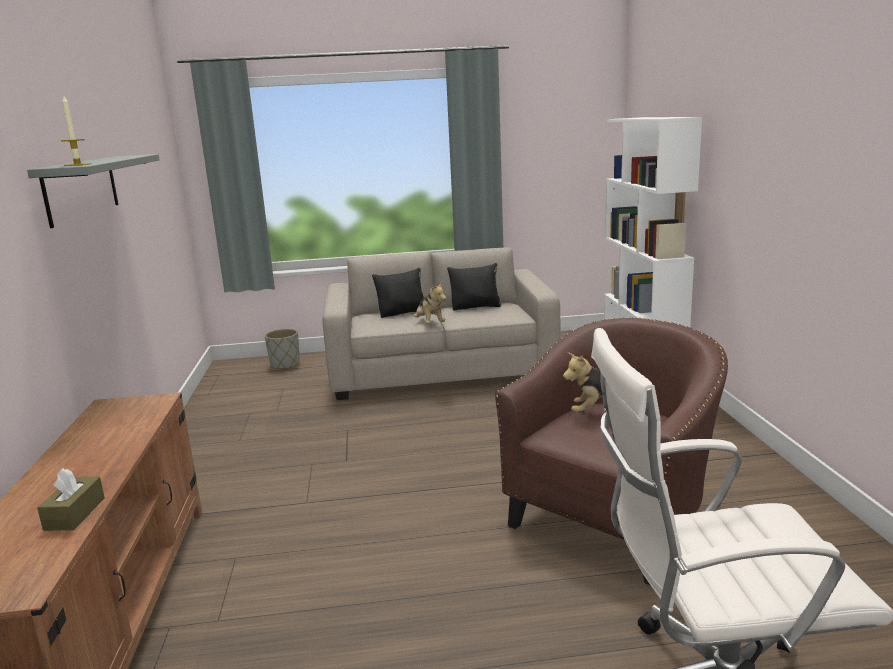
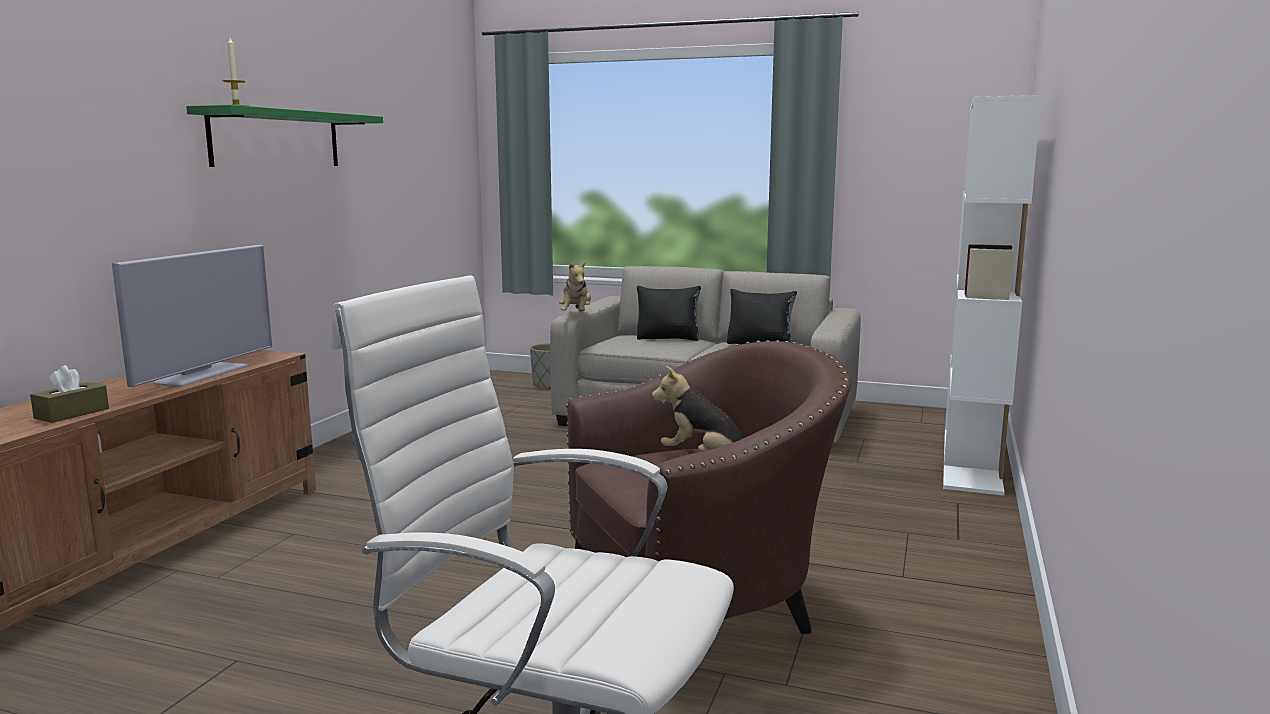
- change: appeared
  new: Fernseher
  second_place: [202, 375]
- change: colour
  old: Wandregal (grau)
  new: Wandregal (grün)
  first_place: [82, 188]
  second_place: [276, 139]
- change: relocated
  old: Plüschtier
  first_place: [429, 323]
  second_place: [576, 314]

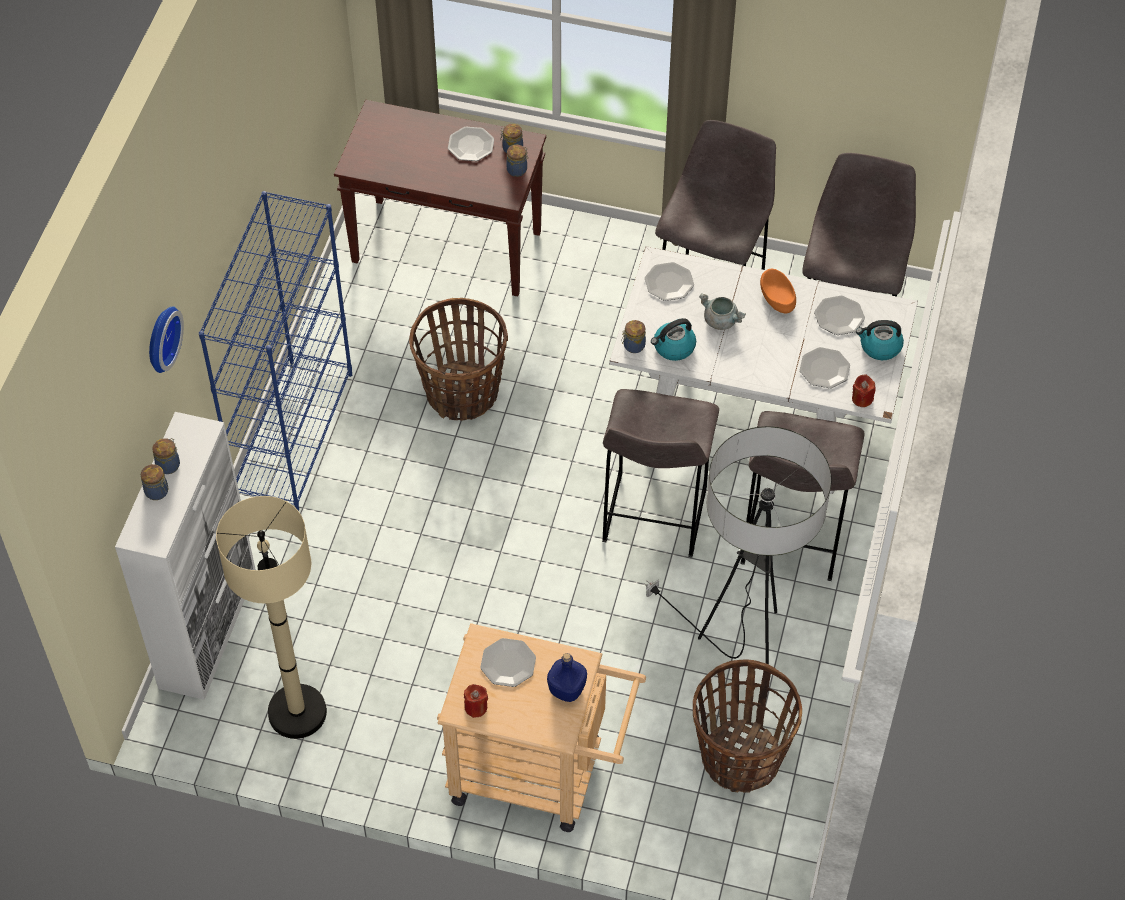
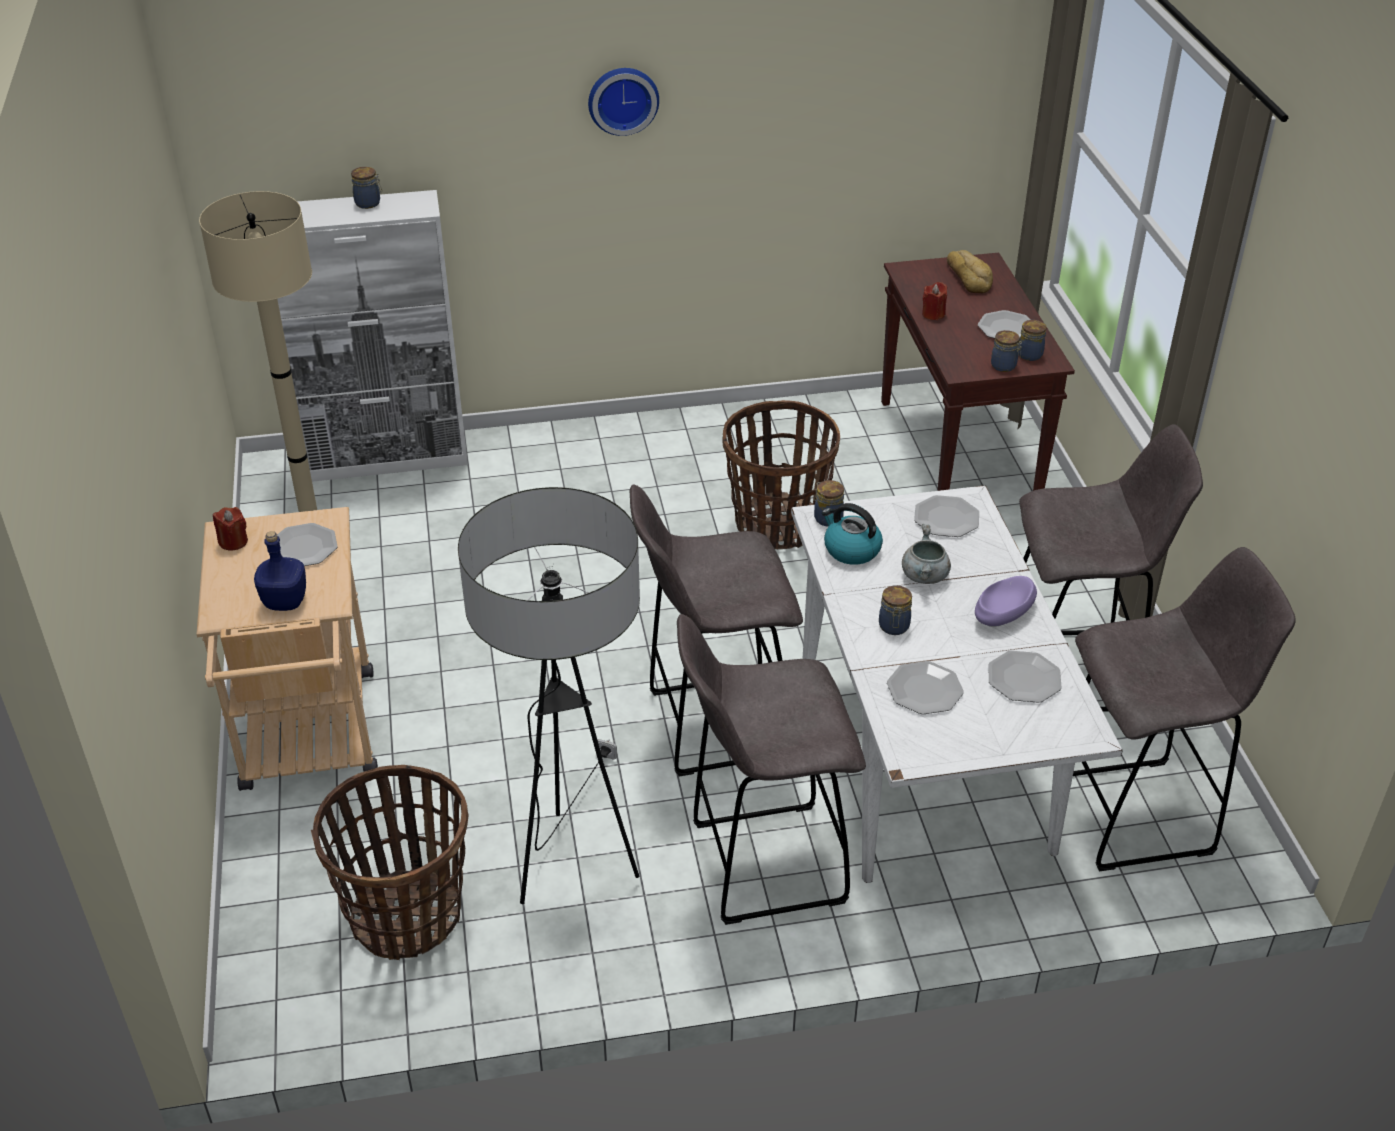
- change: relocated
  old: Wanduhr
  first_place: [160, 338]
  second_place: [622, 99]
- change: relocated
  old: Vorratsglas
  first_place: [157, 492]
  second_place: [894, 627]
- change: relocated
  old: Kerze (rot)
  first_place: [862, 398]
  second_place: [933, 314]
- change: appeared
  new: Brot
  second_place: [969, 277]
- change: colour
  old: Schüssel (orange)
  new: Schüssel (lila)
  first_place: [777, 298]
  second_place: [1003, 614]
- change: missing
  old: Bücherregal (blau)
  first_place: [294, 433]
- change: missing
  old: Wasserkessel
  first_place: [879, 347]

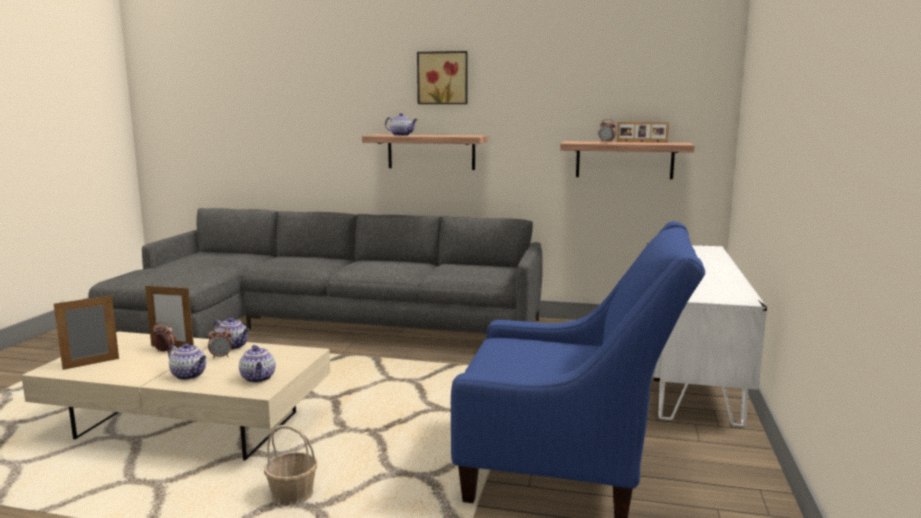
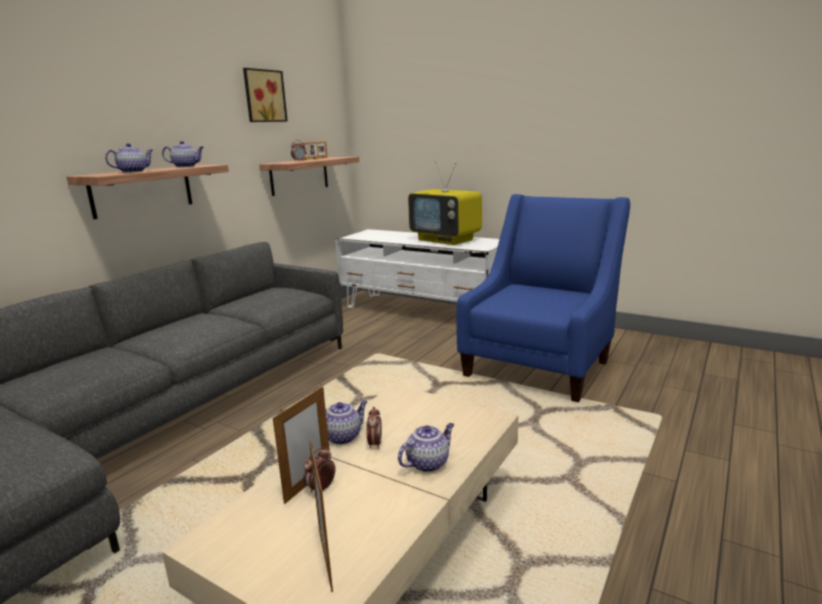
- change: relocated
  old: Teekanne
  first_place: [258, 378]
  second_place: [186, 166]
- change: relocated
  old: Bild
  first_place: [443, 78]
  second_place: [263, 96]
- change: appeared
  new: Fernseher
  second_place: [446, 240]
- change: missing
  old: Korb
  first_place: [292, 495]

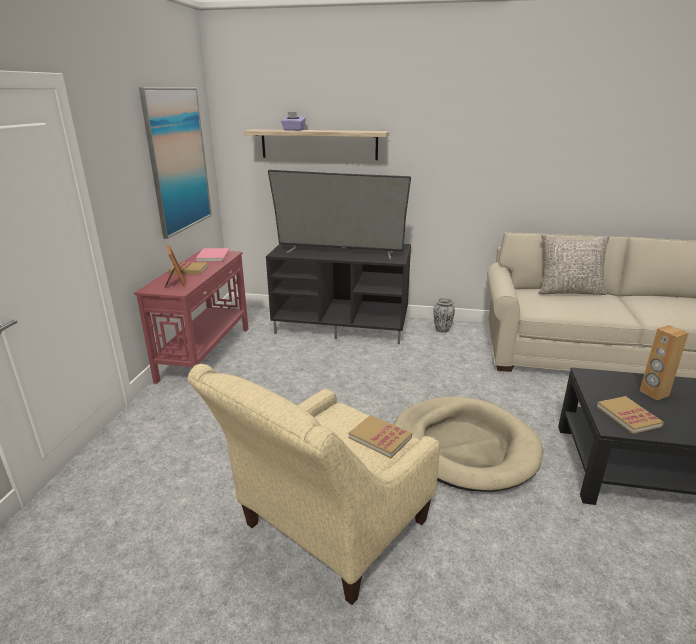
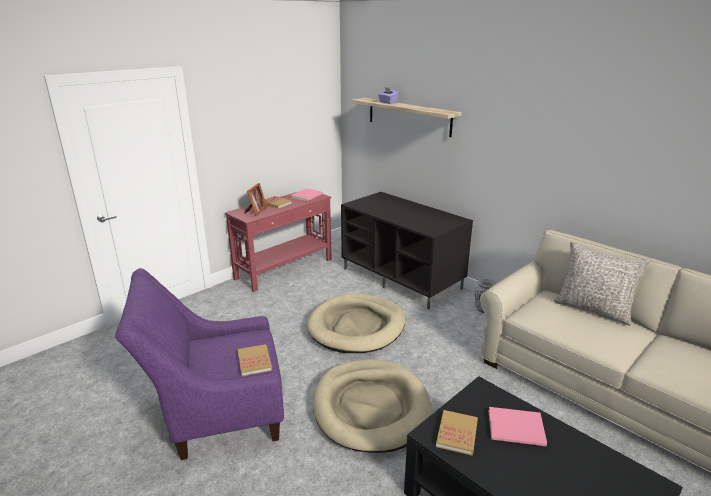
- change: colour
  old: Sessel (beige)
  new: Sessel (lila)
  first_place: [326, 531]
  second_place: [217, 414]
- change: appeared
  new: Hundebett (beige)
  second_place: [357, 326]
- change: exchanged
  old: Lautsprecher (braun)
  new: Buch (rosa)
  first_place: [653, 393]
  second_place: [518, 429]
- change: missing
  old: Bild
  first_place: [178, 160]
- change: missing
  old: Fernseher
  first_place: [339, 252]

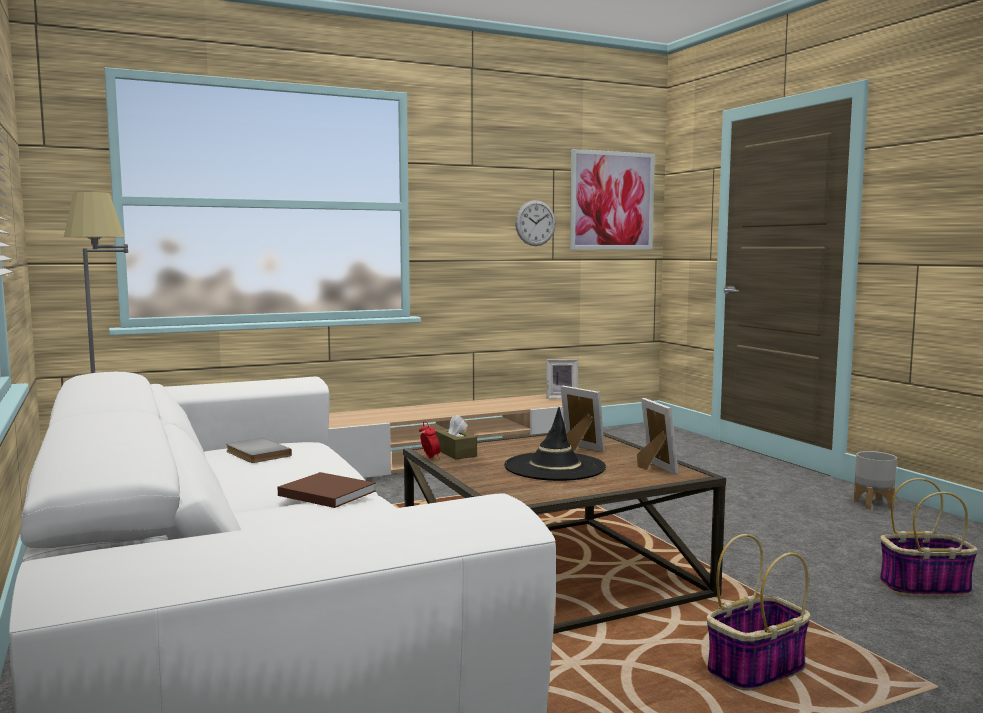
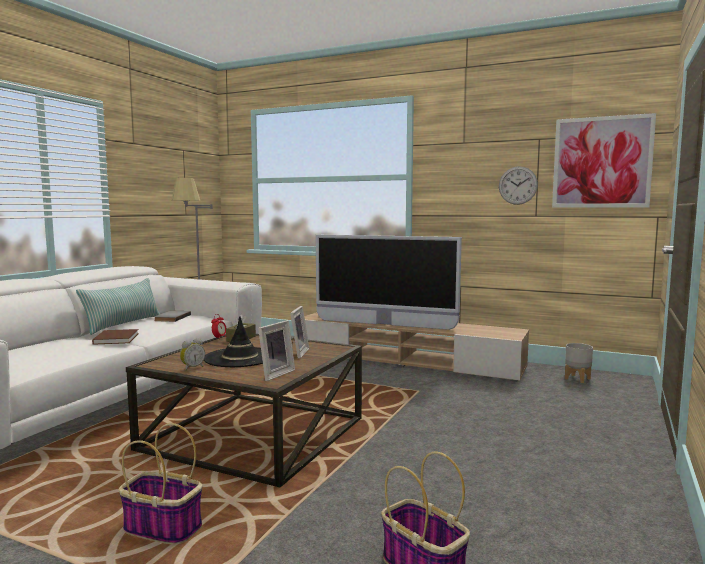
- change: appeared
  new: Kissen
  second_place: [123, 324]
- change: appeared
  new: Wecker
  second_place: [192, 368]
- change: appeared
  new: Fernseher
  second_place: [384, 324]
- change: relocated
  old: Pflanzkübel (grau)
  first_place: [874, 504]
  second_place: [578, 379]
- change: missing
  old: Bilderrahmen
  first_place: [561, 397]

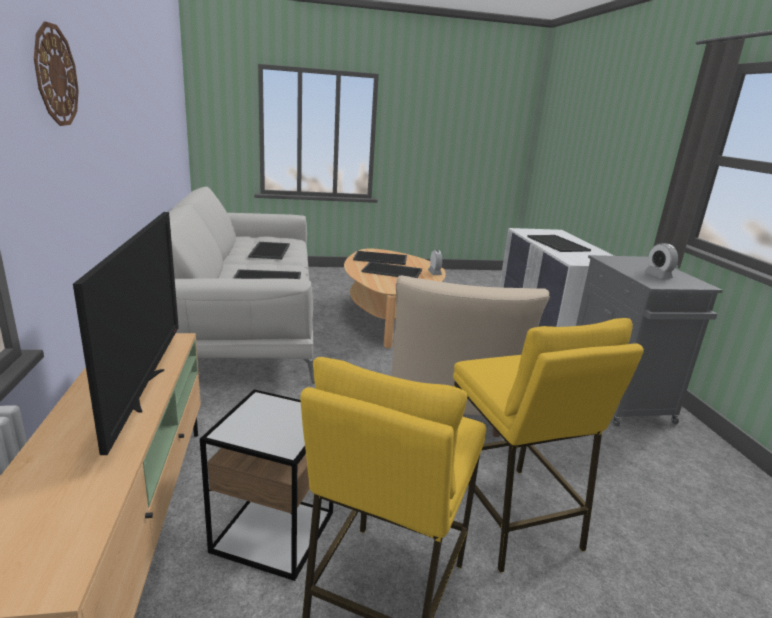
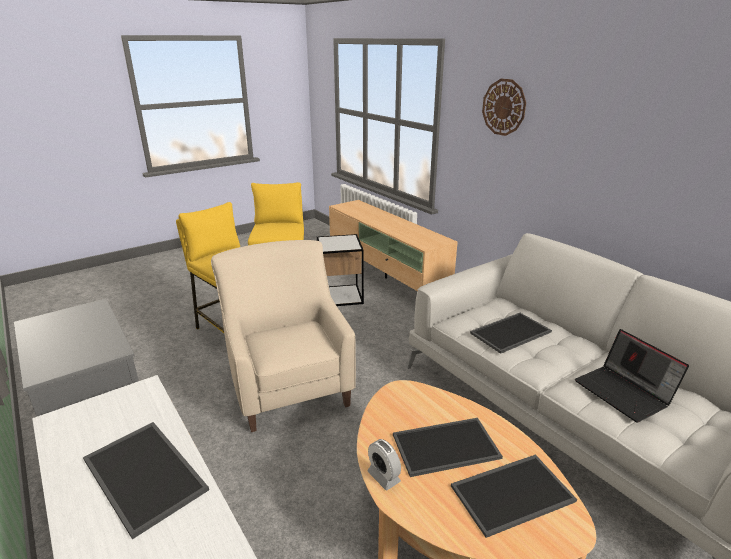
- change: exchanged
  old: Tablett
  new: Laptop
  first_place: [269, 250]
  second_place: [624, 393]
- change: missing
  old: Fernseher
  first_place: [143, 389]
- change: missing
  old: Wecker
  first_place: [658, 275]

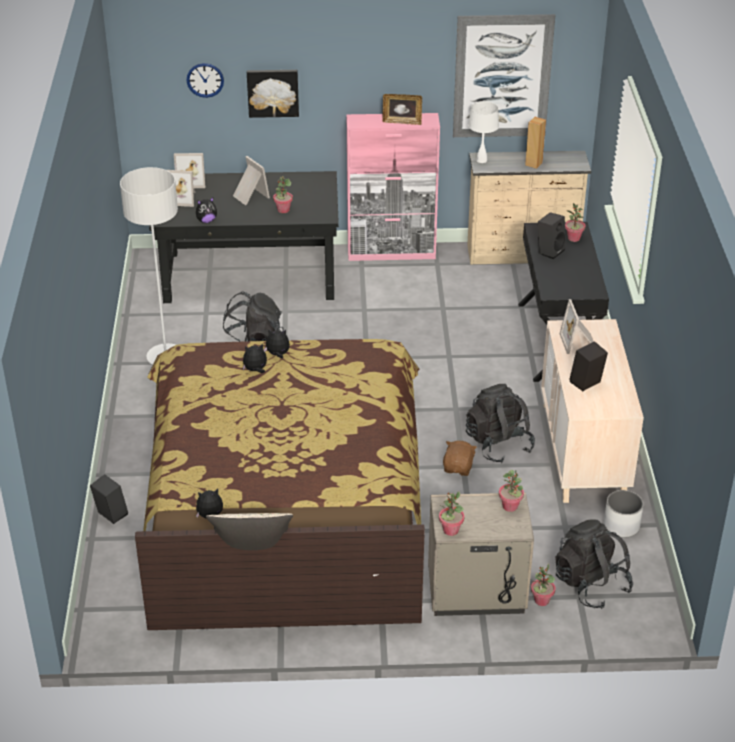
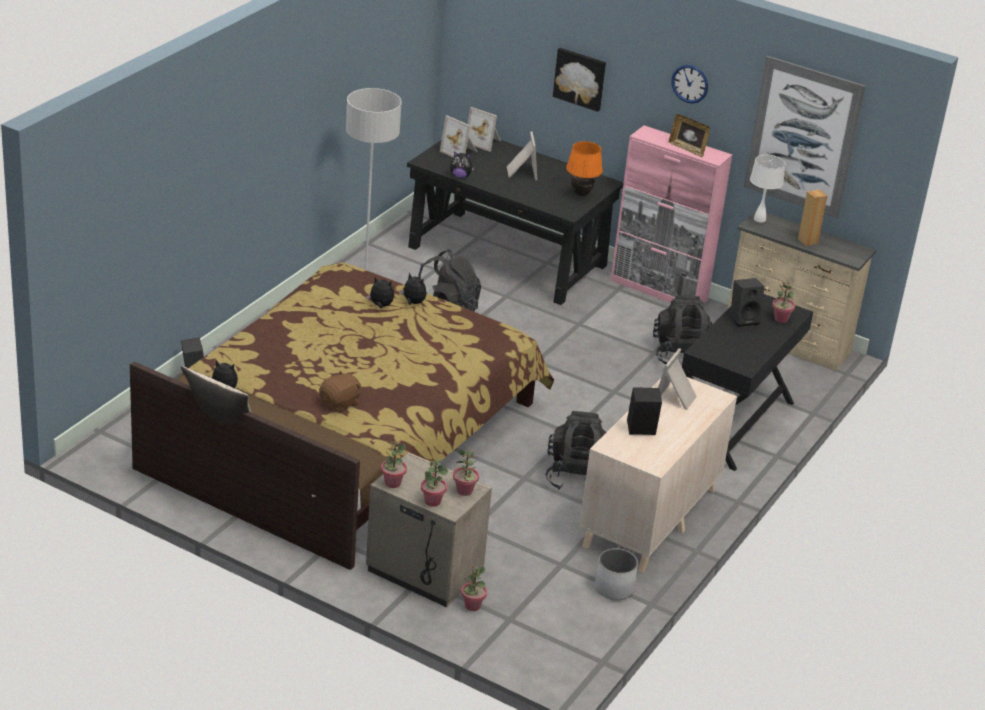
- change: relocated
  old: Plüschtier (braun)
  first_place: [458, 467]
  second_place: [340, 403]
- change: relocated
  old: Topfpflanze
  first_place: [283, 210]
  second_place: [432, 501]
- change: appeared
  new: Tischlampe (orange)
  second_place: [581, 194]
- change: relocated
  old: Rucksack (schwarz)
  first_place: [591, 584]
  second_place: [680, 355]
- change: relocated
  old: Wanduhr
  first_place: [205, 80]
  second_place: [690, 83]

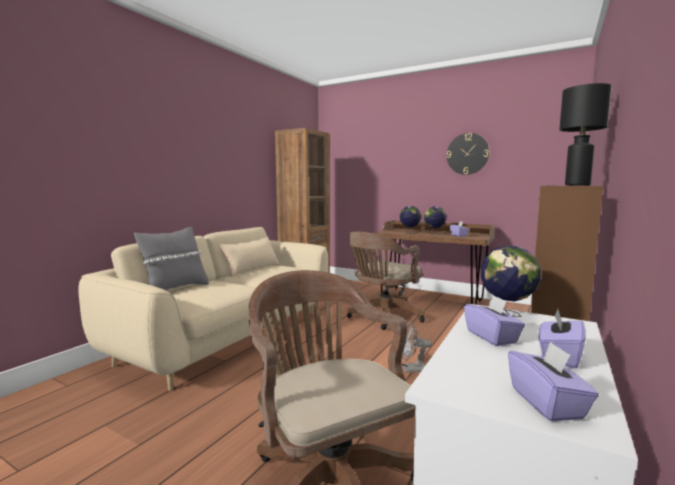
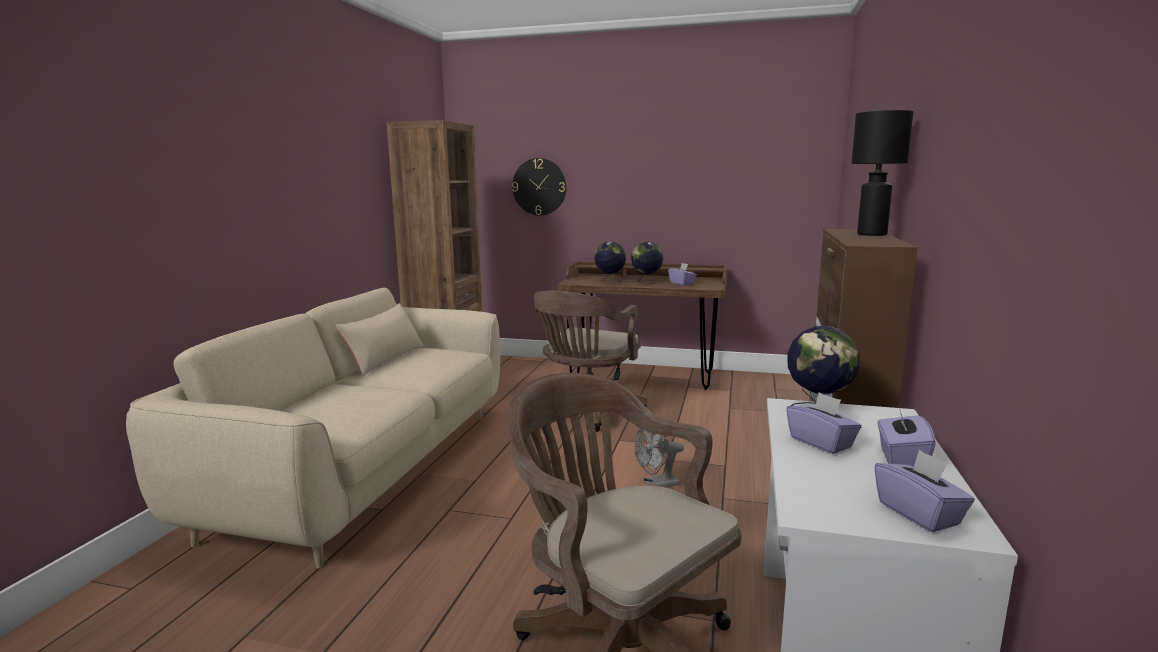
- change: relocated
  old: Wanduhr
  first_place: [467, 154]
  second_place: [539, 187]
- change: missing
  old: Kissen (grau)
  first_place: [175, 289]

